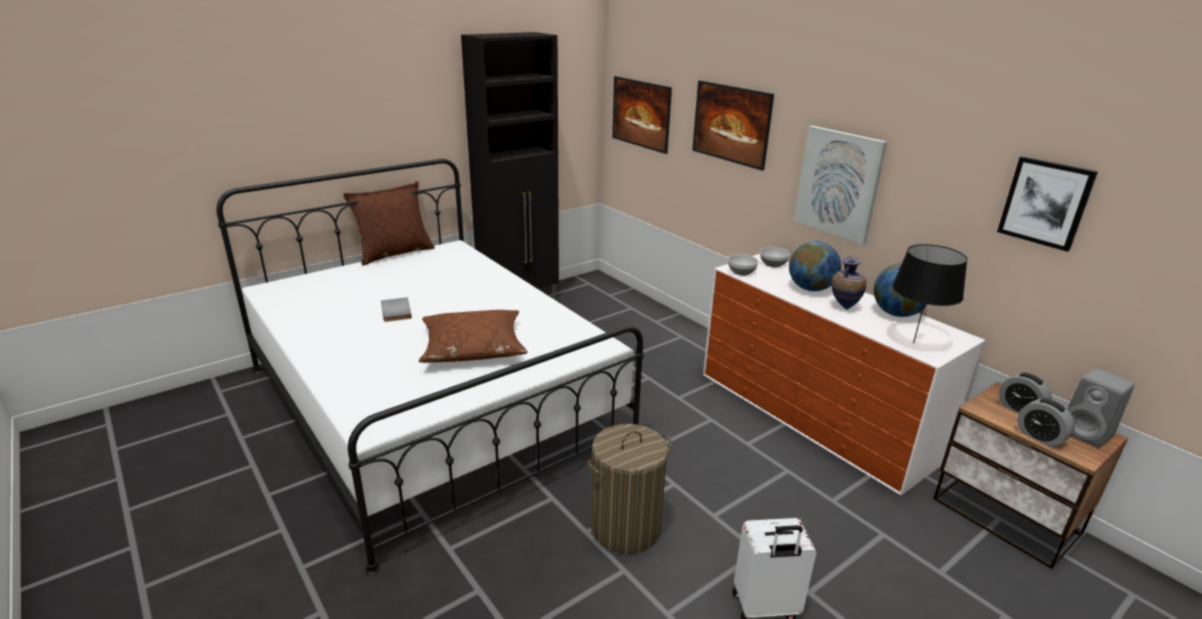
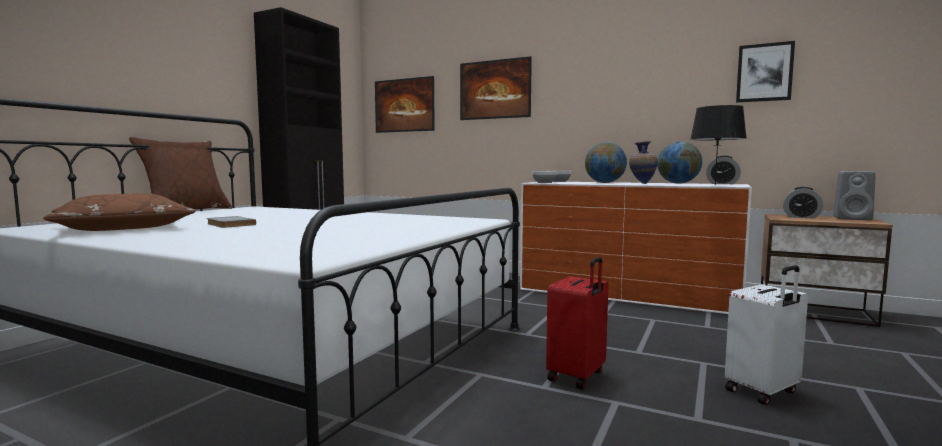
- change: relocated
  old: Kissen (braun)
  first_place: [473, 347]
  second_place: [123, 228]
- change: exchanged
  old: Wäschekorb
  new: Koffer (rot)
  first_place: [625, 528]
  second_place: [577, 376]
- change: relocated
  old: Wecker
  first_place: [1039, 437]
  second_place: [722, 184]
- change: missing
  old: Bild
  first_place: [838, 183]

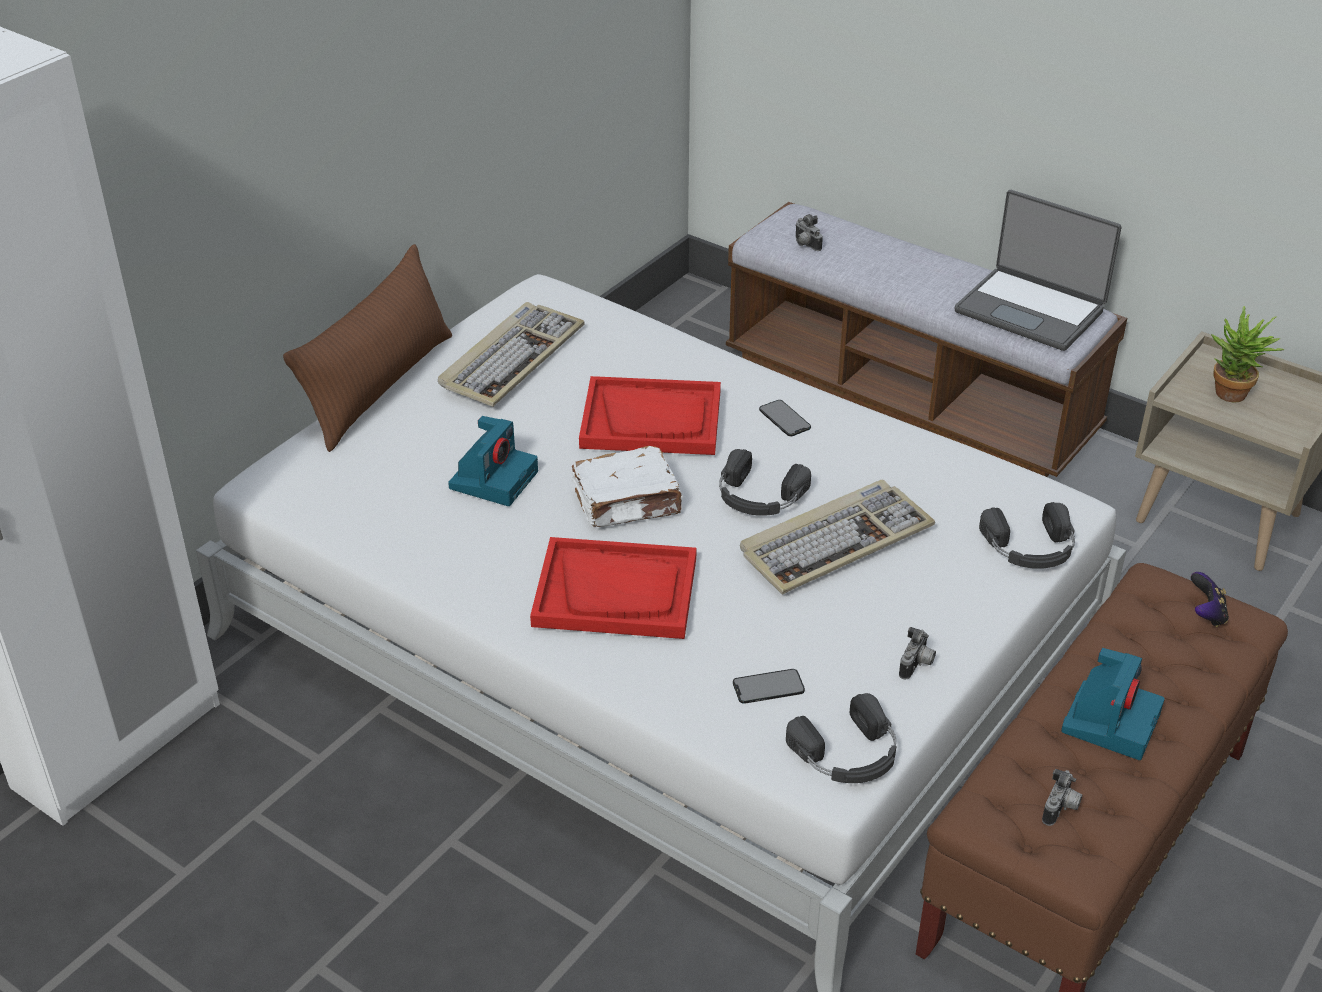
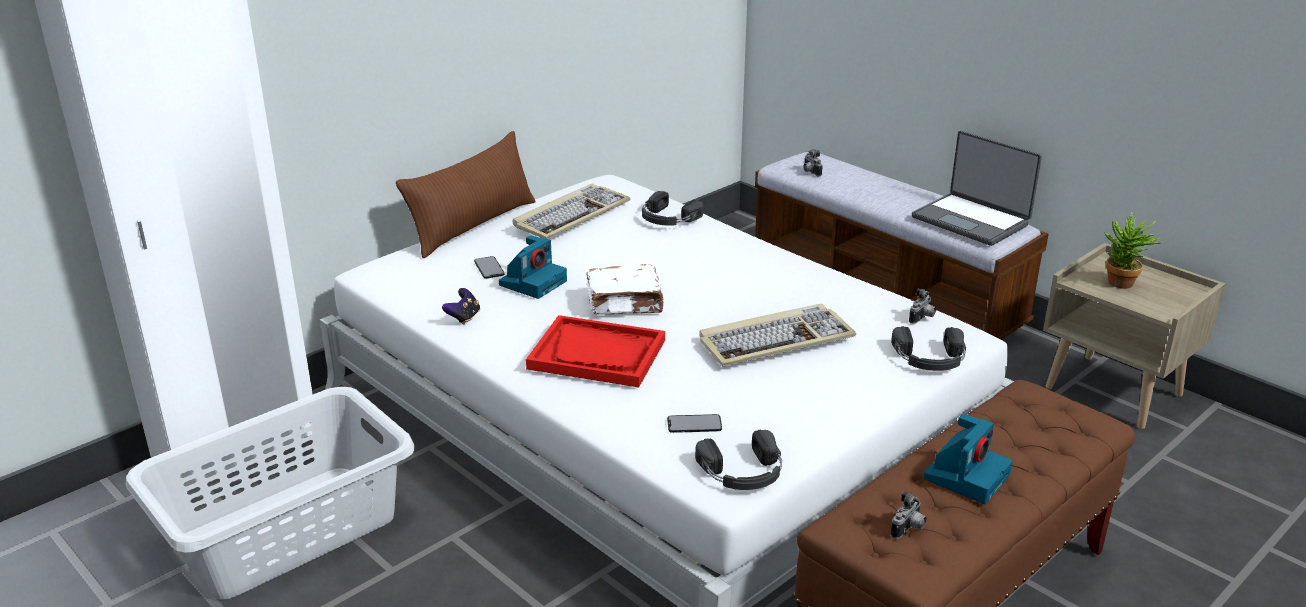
- change: appeared
  new: Wäschekorb (grau)
  second_place: [284, 530]
- change: relocated
  old: Gamepad
  first_place: [1206, 614]
  second_place: [464, 318]
- change: relocated
  old: Handy
  first_place: [784, 418]
  second_place: [489, 268]
- change: relocated
  old: Kopfhörer (schwarz)
  first_place: [758, 496]
  second_place: [667, 218]
- change: relocated
  old: Kamera
  first_place: [917, 665]
  second_place: [922, 318]
- change: missing
  old: Tablett (rot)
  first_place: [651, 419]

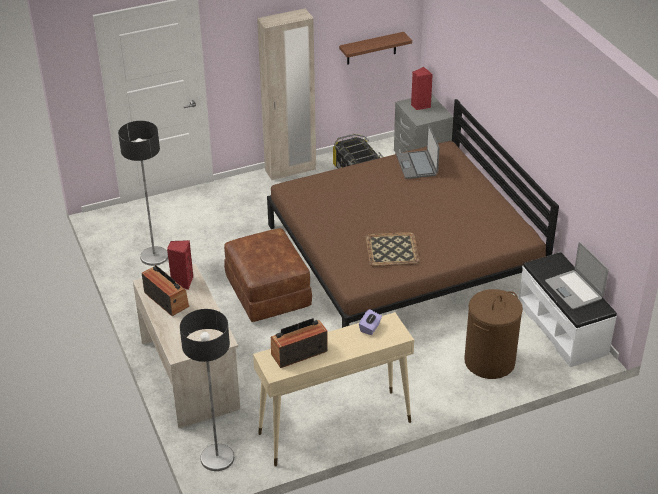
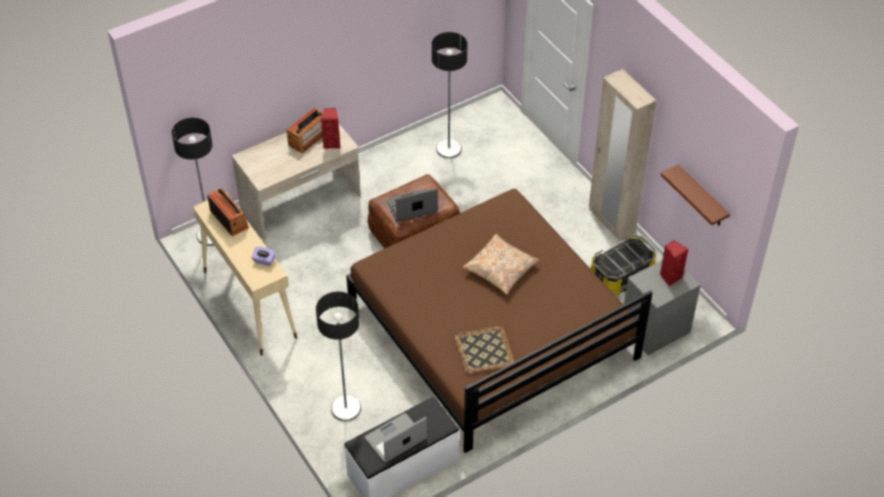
- change: exchanged
  old: Wäschekorb (braun)
  new: Stehlampe
  first_place: [489, 362]
  second_place: [345, 408]
- change: relocated
  old: Laptop
  first_place: [417, 165]
  second_place: [412, 207]
- change: relocated
  old: Tablett
  first_place: [391, 250]
  second_place: [483, 350]
- change: appeared
  new: Kissen (beige)
  second_place: [500, 269]

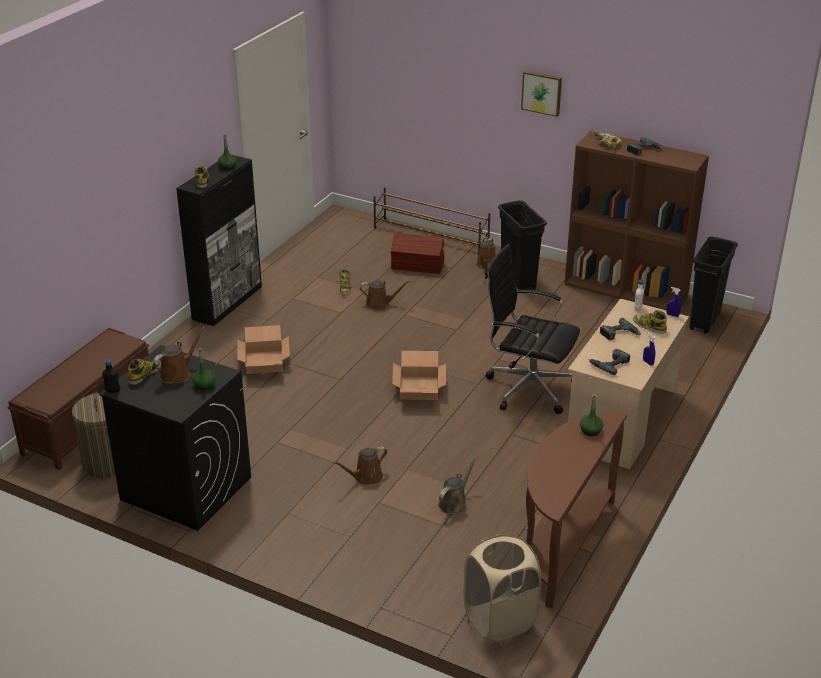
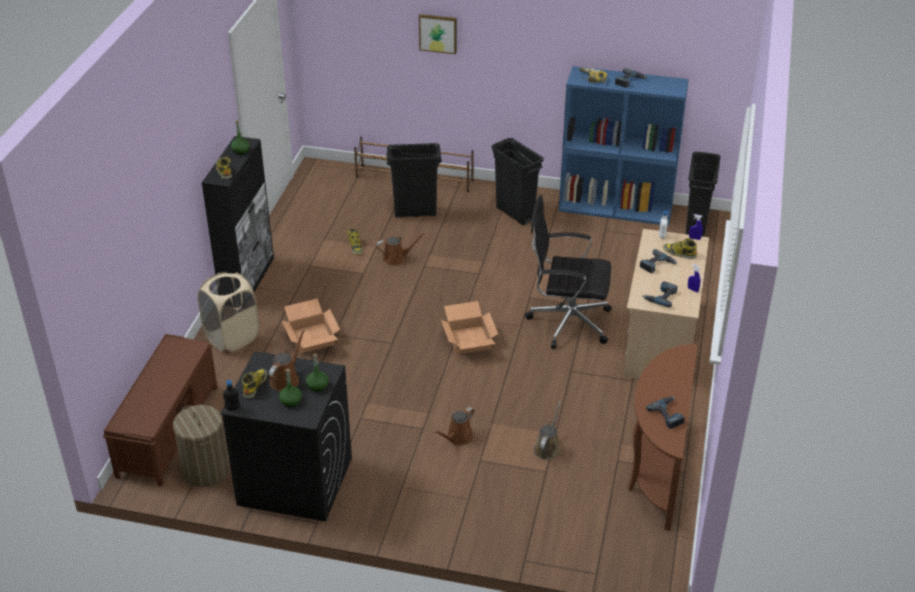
- change: relocated
  old: Wäschekorb (beige)
  first_place: [500, 620]
  second_place: [232, 337]
- change: relocated
  old: Flasche (grün)
  first_place: [590, 430]
  second_place: [290, 401]
- change: exchanged
  old: Aufbewahrungsbox (braun)
  new: Mülleimer (schwarz)
  first_place: [418, 266]
  second_place: [415, 212]
- change: relocated
  old: Bild
  first_place: [542, 92]
  second_place: [438, 33]
- change: colour
  old: Bücherregal (braun)
  new: Bücherregal (blau)
  first_place: [627, 290]
  second_place: [616, 208]
- change: appeared
  new: Bohrmaschine
  second_place: [668, 414]
- change: missing
  old: Gießkanne (braun)
  first_place: [486, 265]

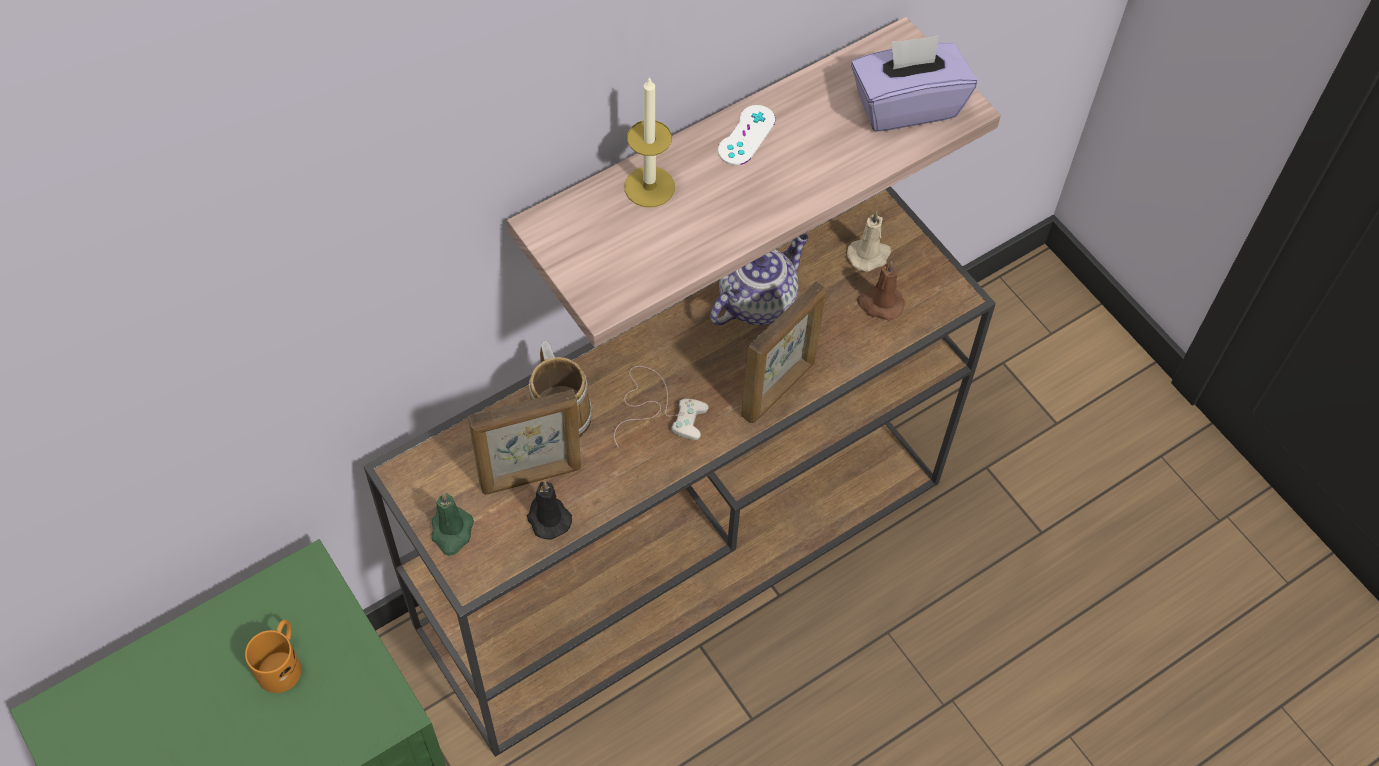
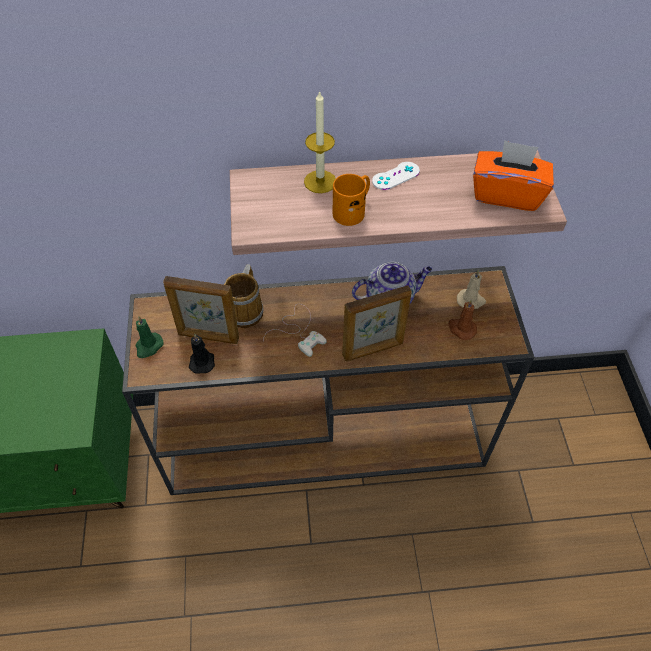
- change: relocated
  old: Henkelbecher (orange)
  first_place: [281, 662]
  second_place: [352, 210]
- change: colour
  old: Taschentuchbox (lila)
  new: Taschentuchbox (orange)
  first_place: [906, 105]
  second_place: [506, 194]

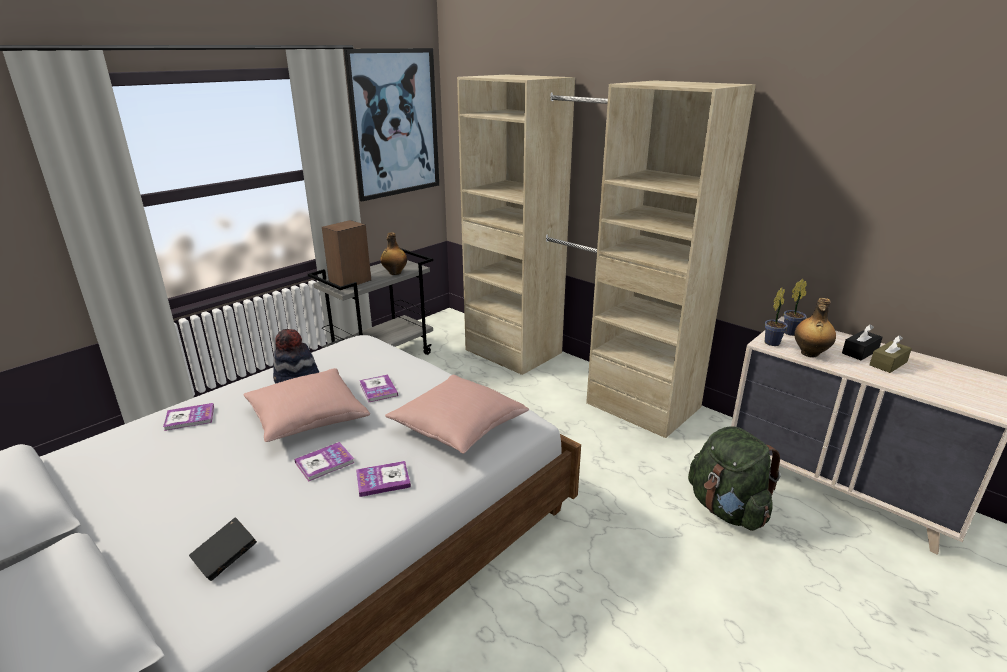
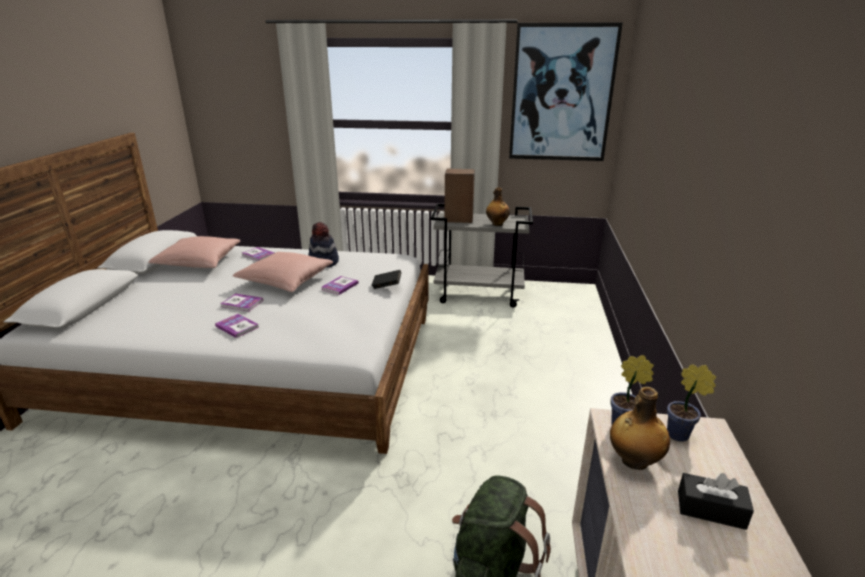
- change: relocated
  old: Kissen (rosa)
  first_place: [458, 427]
  second_place: [199, 262]
- change: relocated
  old: Buch (schwarz)
  first_place: [226, 559]
  second_place: [387, 286]
- change: missing
  old: Kleiderschrank (beige)
  first_place: [574, 376]
- change: missing
  old: Taschentuchbox (braun)
  first_place: [888, 363]

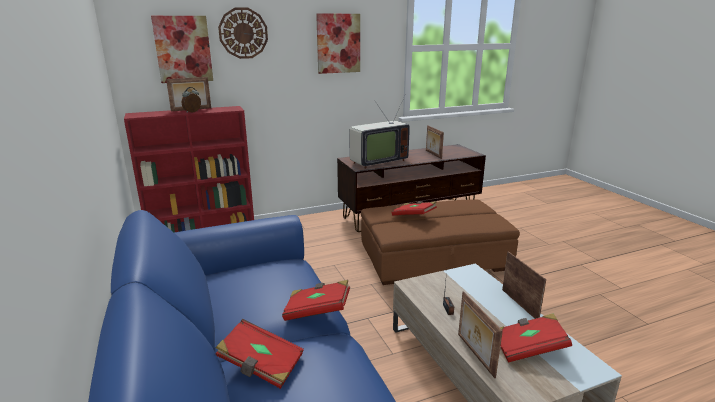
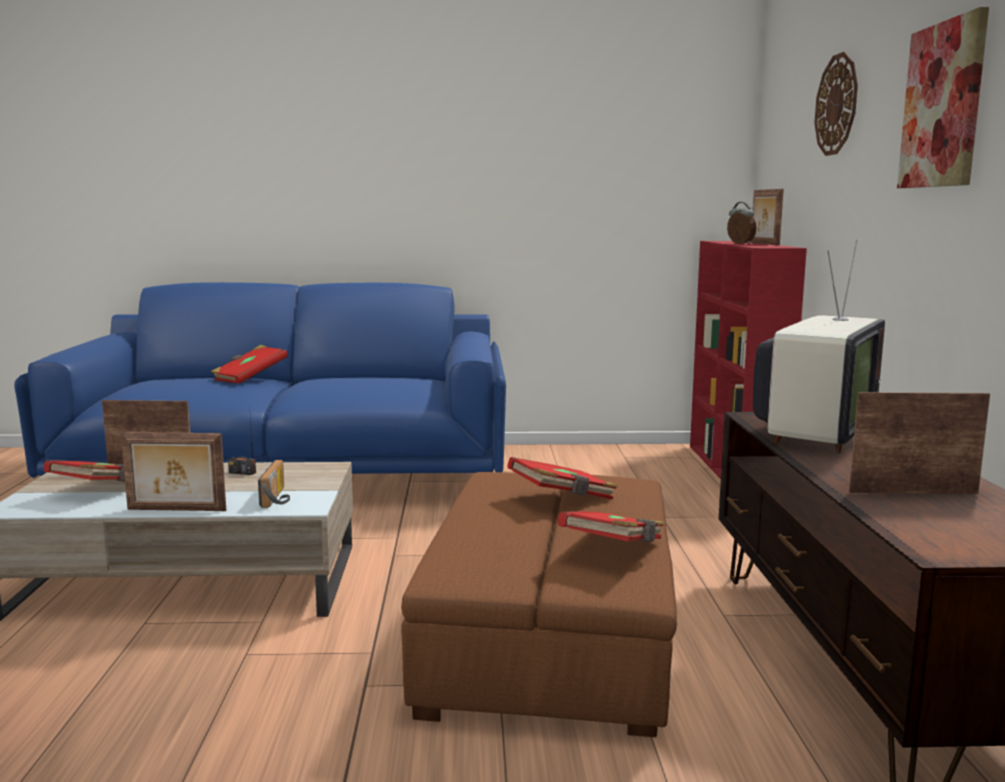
- change: appeared
  new: Radio
  second_place: [278, 498]
- change: relocated
  old: Buch (rot)
  first_place: [317, 311]
  second_place: [614, 548]
- change: spun
  old: Fernseher
  first_place: [376, 161]
  second_place: [814, 431]
  degrees: -135
- change: missing
  old: Bild
  first_place: [183, 49]

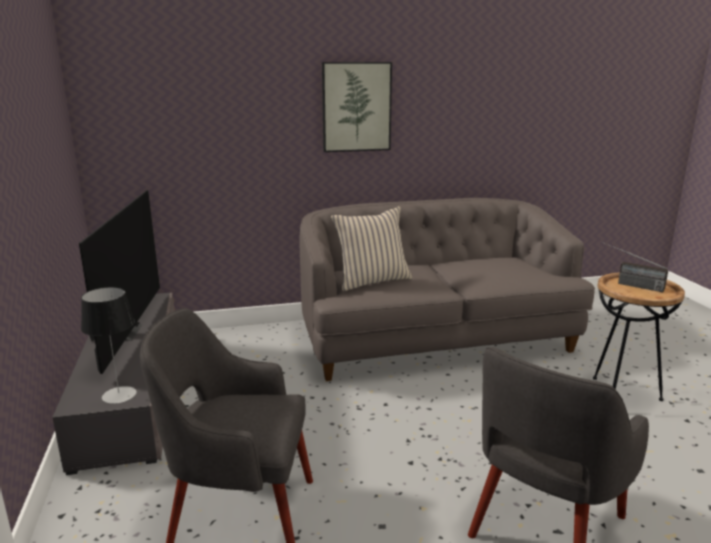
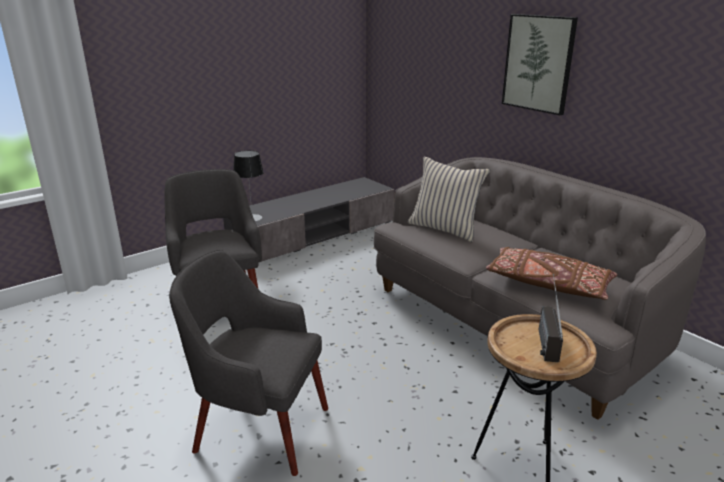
- change: appeared
  new: Kissen (braun)
  second_place: [547, 284]
- change: missing
  old: Fernseher
  first_place: [124, 332]

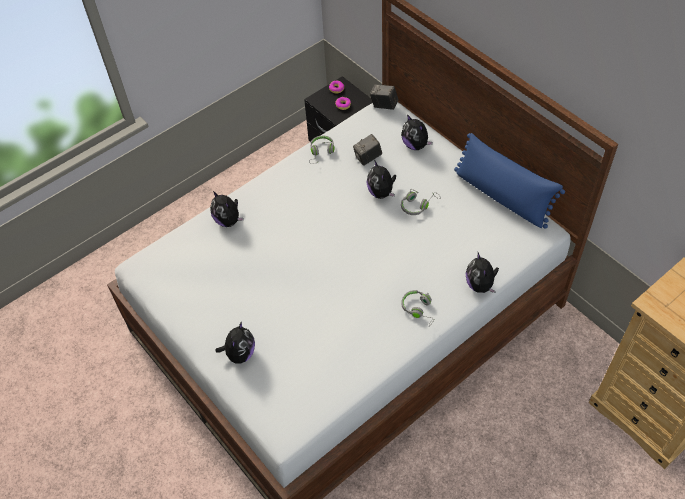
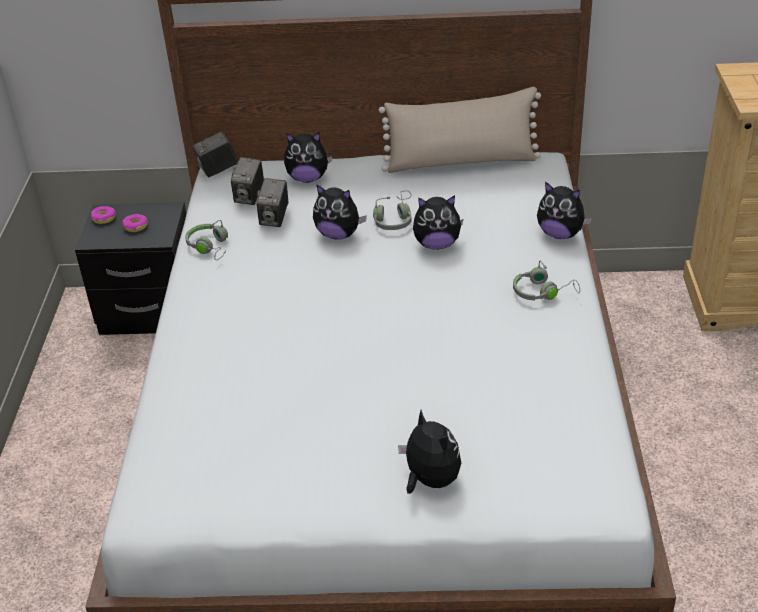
- change: appeared
  new: Kamera
  second_place: [249, 197]
- change: colour
  old: Kissen (blau)
  new: Kissen (beige)
  first_place: [502, 196]
  second_place: [461, 162]
- change: relocated
  old: Plüschtier
  first_place: [228, 220]
  second_place: [437, 244]

